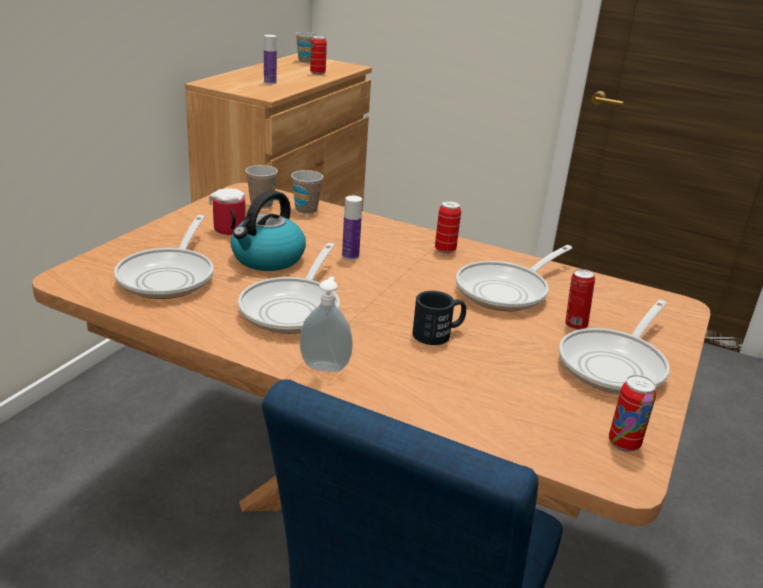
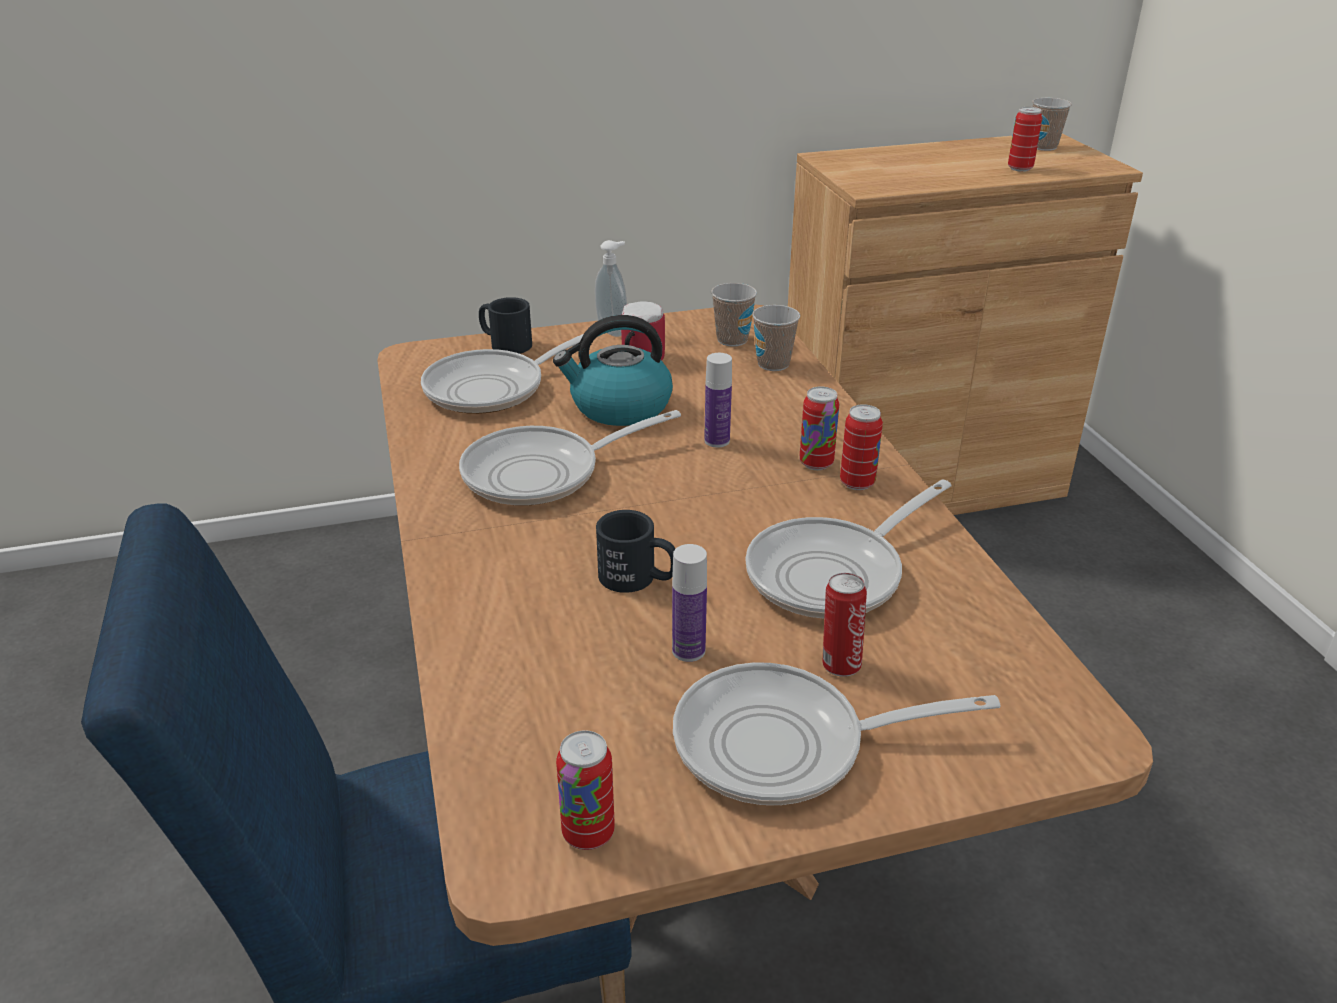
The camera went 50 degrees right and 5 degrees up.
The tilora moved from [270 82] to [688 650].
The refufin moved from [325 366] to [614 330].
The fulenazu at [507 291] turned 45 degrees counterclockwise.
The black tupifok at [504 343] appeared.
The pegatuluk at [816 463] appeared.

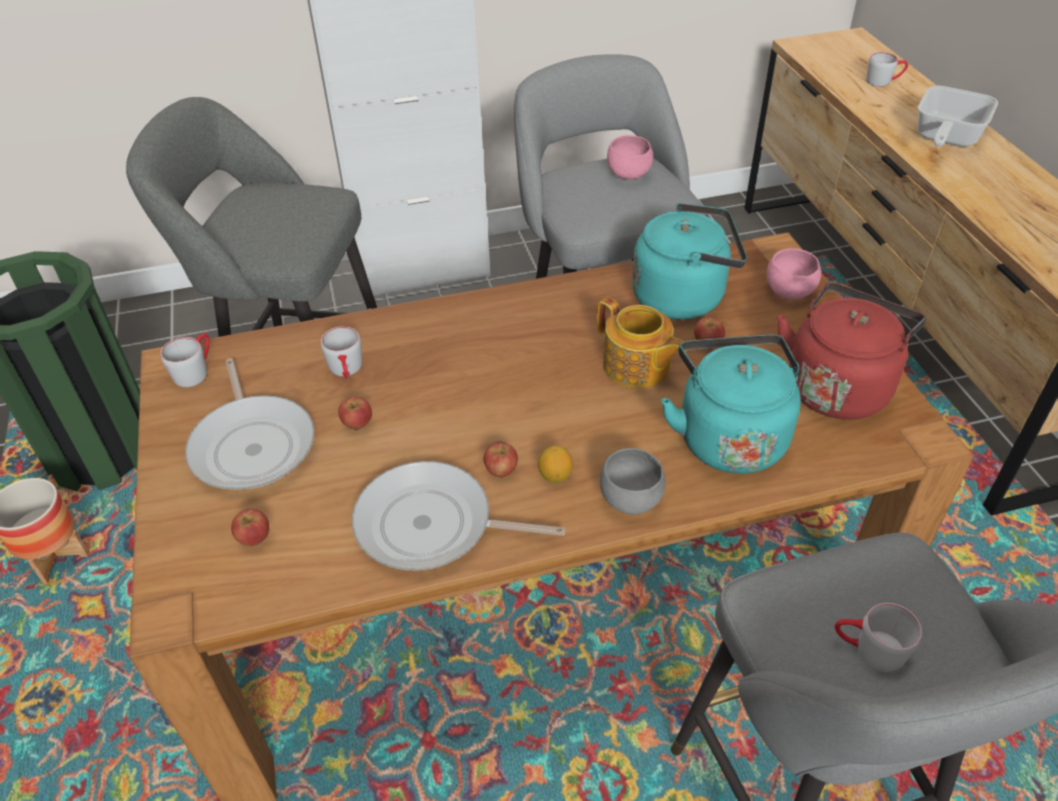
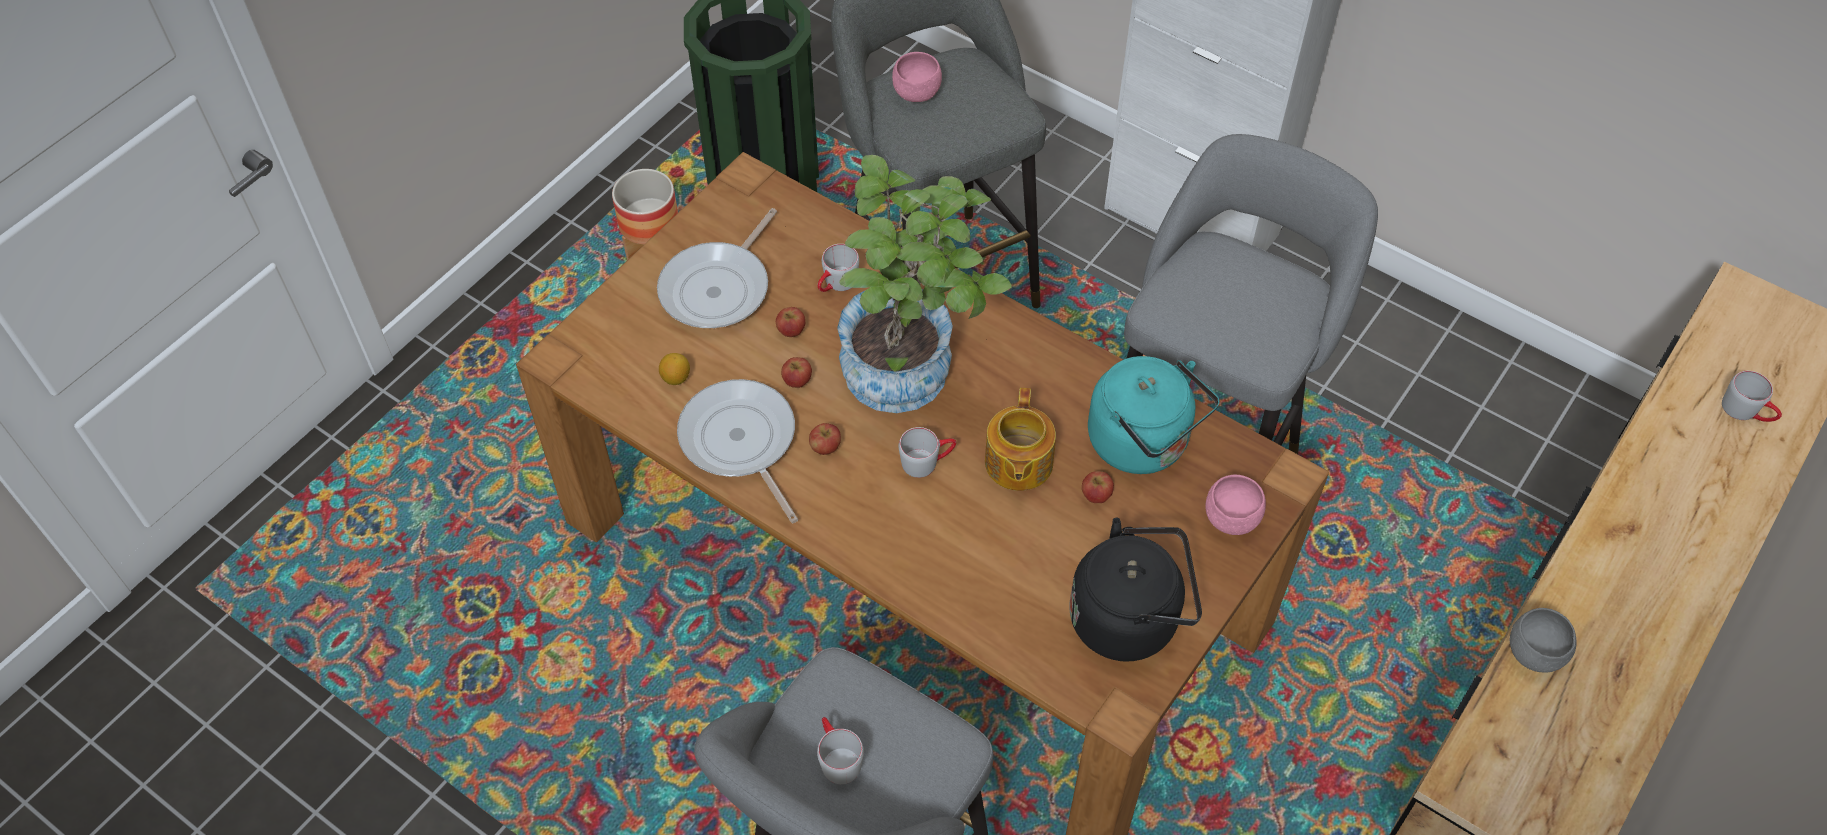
The camera went 50 degrees right and 10 degrees up.
The grey tupifok moved from [195 370] to [927 461].
The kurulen moved from [254 538] to [797 381].
The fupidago moved from [555 475] to [676 378].
The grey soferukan moved from [630 499] to [1534 653].
The pink soferukan moved from [629 174] to [917 93].
The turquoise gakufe at [728 436] disappeared.
The red gakufe at [838 386] became the black gakufe at [1130 618].
The fulenazu at [944 139] disappeared.
The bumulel at [912 373] appeared.

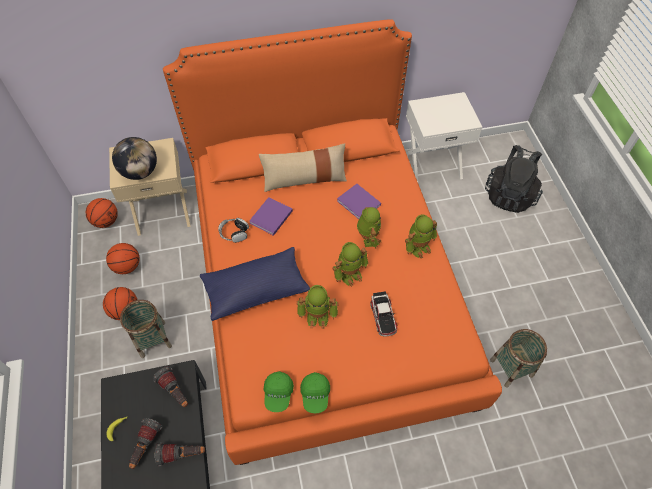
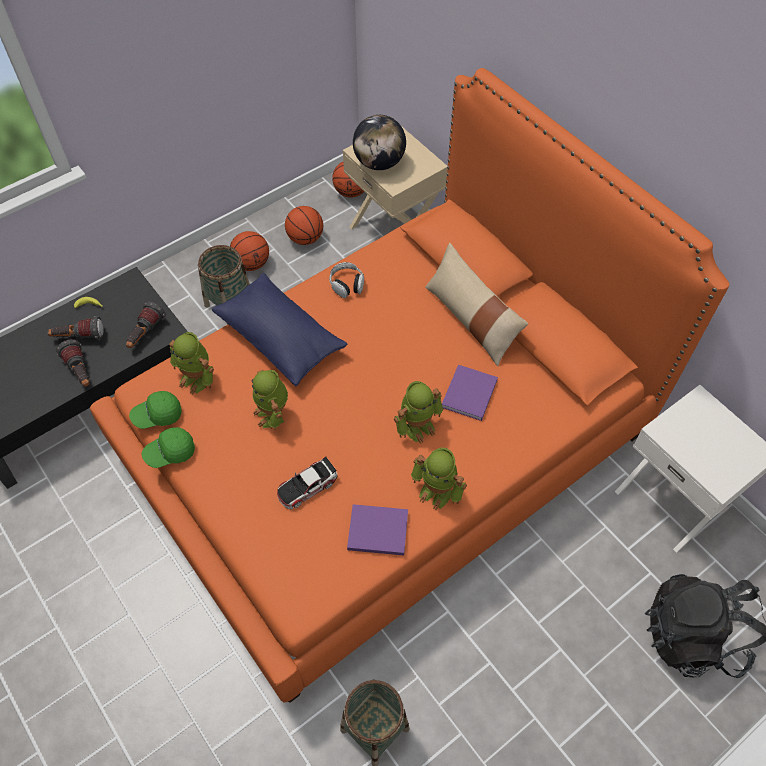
The camera went 65 degrees right and 0 degrees up.
The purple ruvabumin moved from [270 218] to [376 530].
The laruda moved from [349 273] to [197 378].

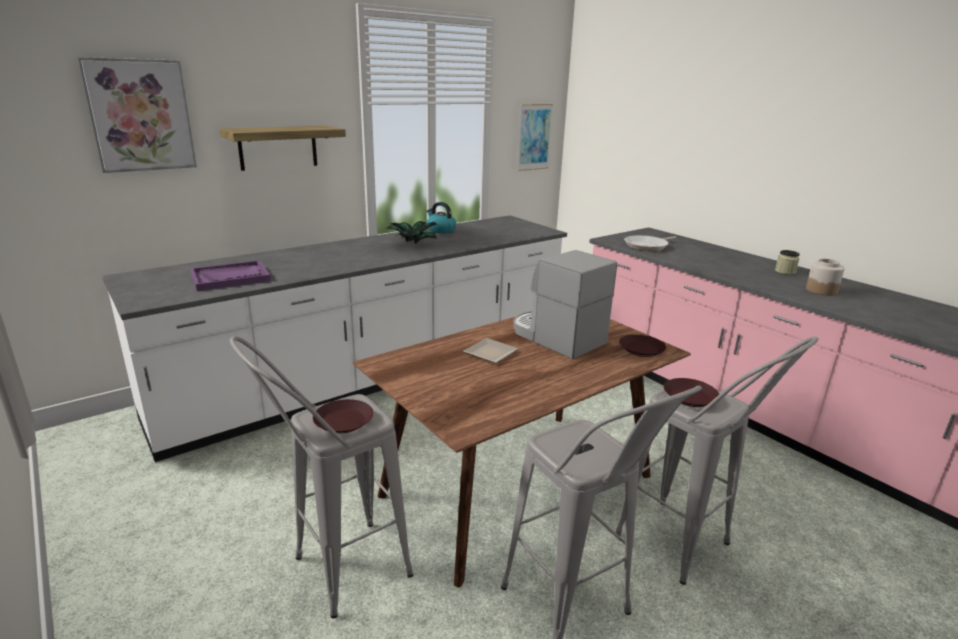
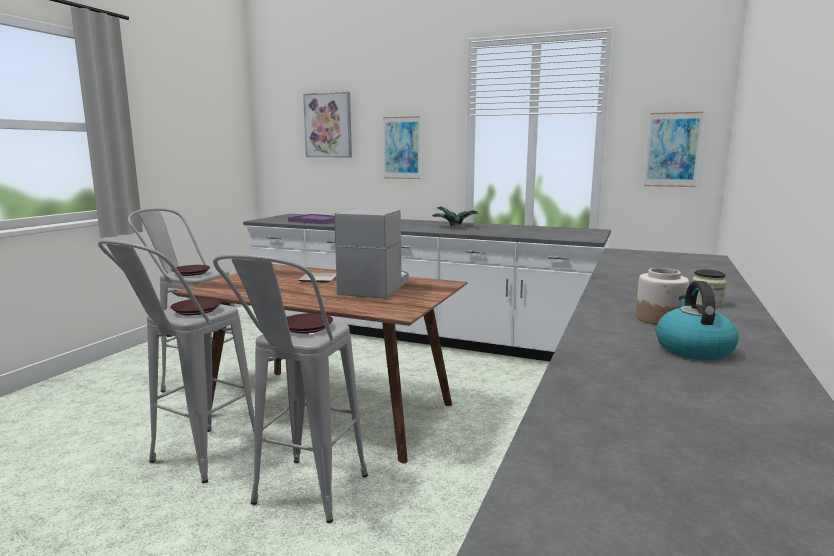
The camera went 60 degrees right and 10 degrees down.
The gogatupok at [278 147] was replaced by the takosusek at [401 148].
The gakufe moved from [440 230] to [692 349].
The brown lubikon moved from [641 349] to [197 310].
The fulenazu at [647 246] disappeared.

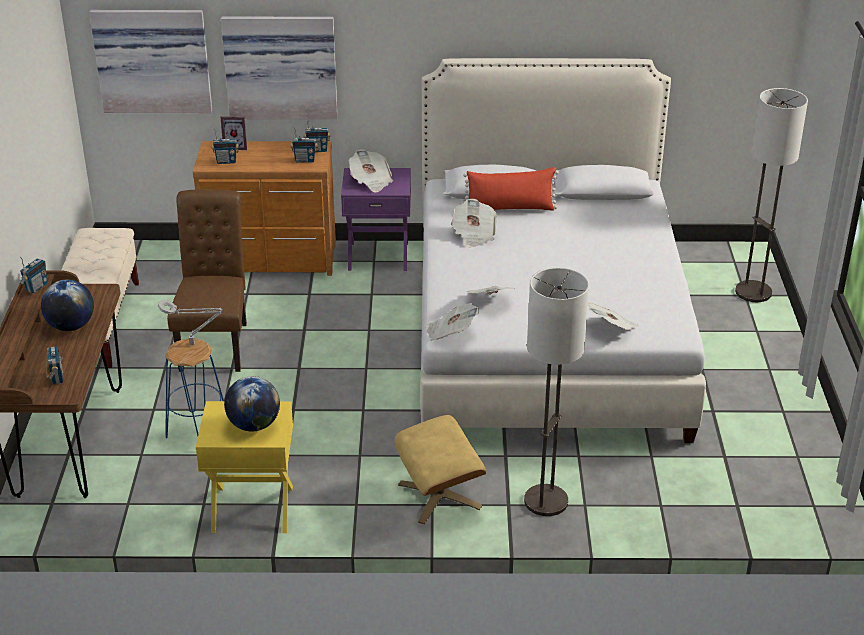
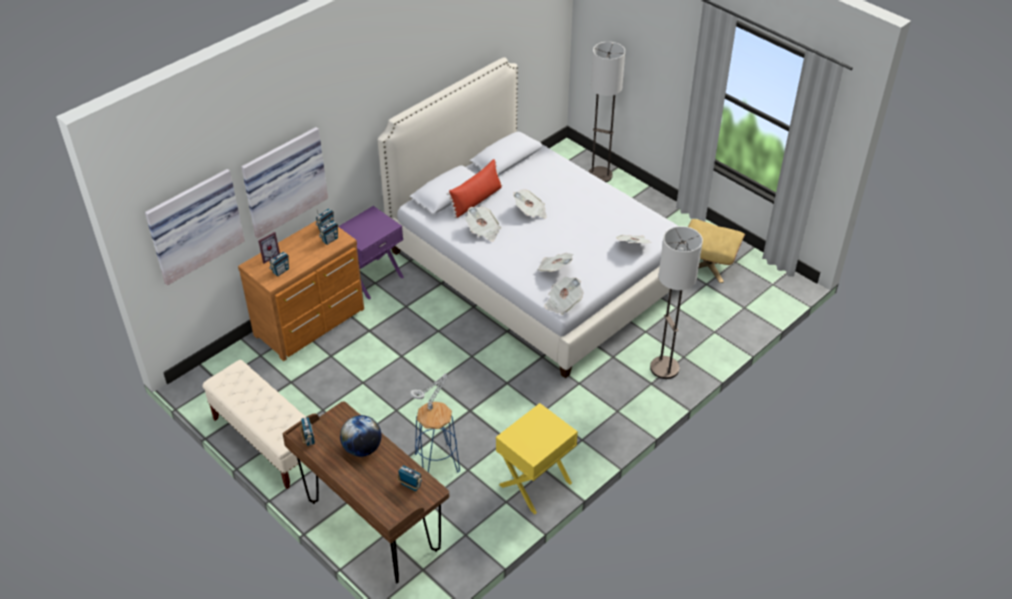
The camera went 45 degrees left and 10 degrees up.
The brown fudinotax at [216 343] disappeared.
The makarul at [254 425] disappeared.
The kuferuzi moved from [371 181] to [530 212].
The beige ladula moved from [440 495] to [708 265].

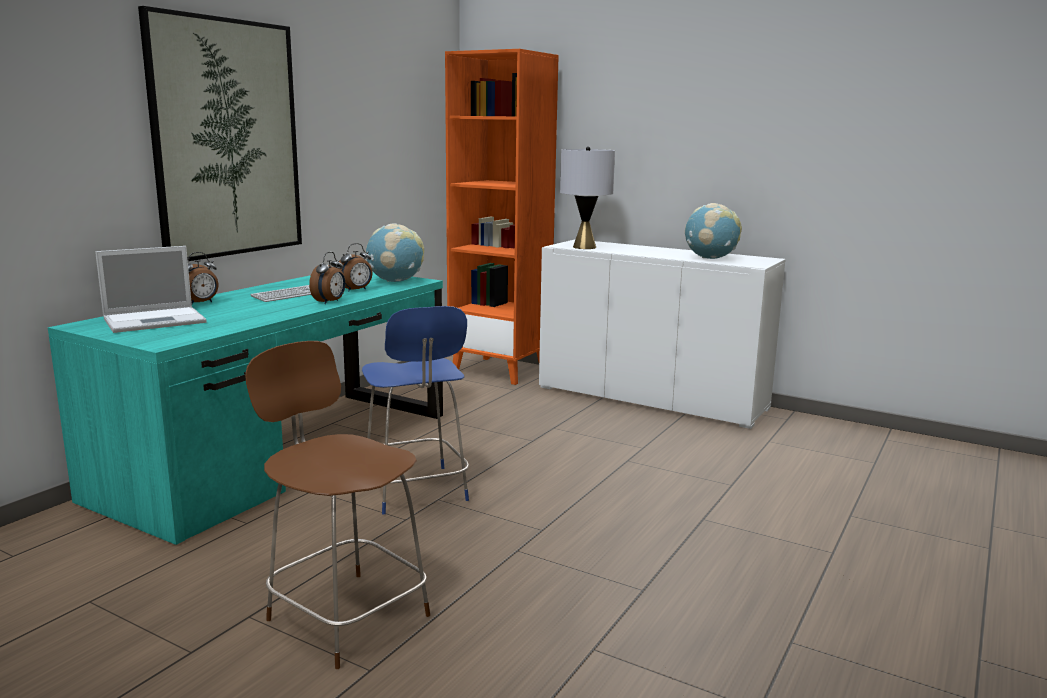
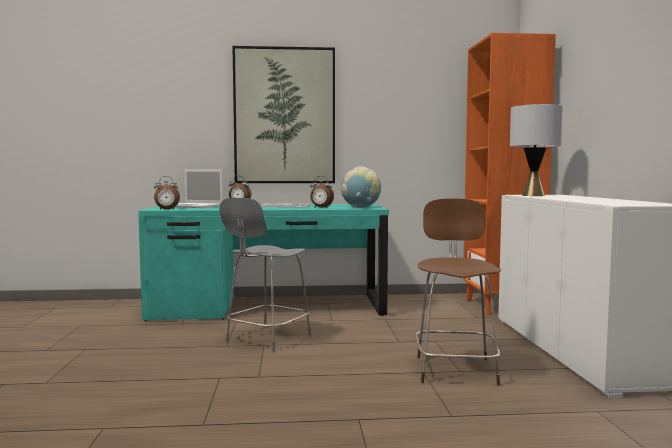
The camera went 55 degrees right and 10 degrees down.
The brown fudinotax moved from [345 615] to [455 369].
The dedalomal moved from [330 302] to [166 209].
The blue fudinotax at [416 491] became the grey fudinotax at [266 338].
The makarul at [710 258] disappeared.

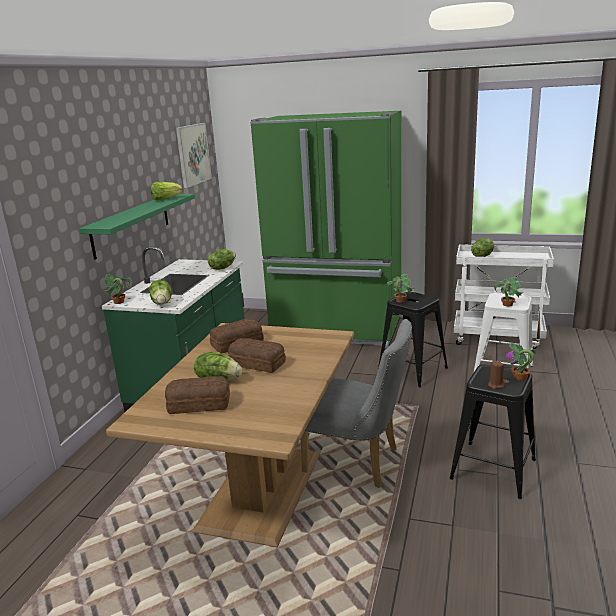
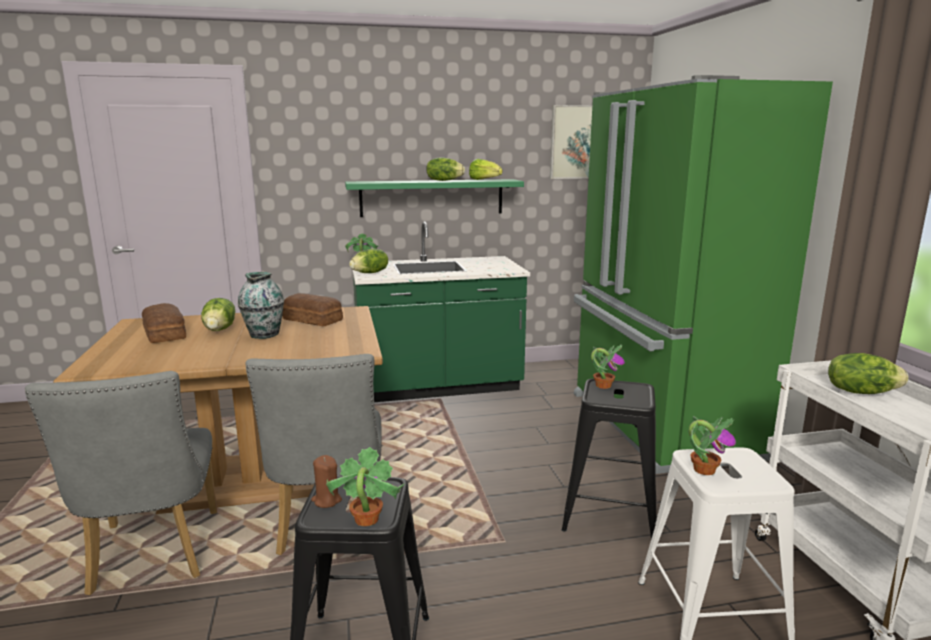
The camera went 60 degrees right and 5 degrees down.
The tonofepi moved from [222 268] to [444 180].
The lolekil at [257 363] was replaced by the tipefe at [264 334].
The grey fudinotax at [152 557] appeared.

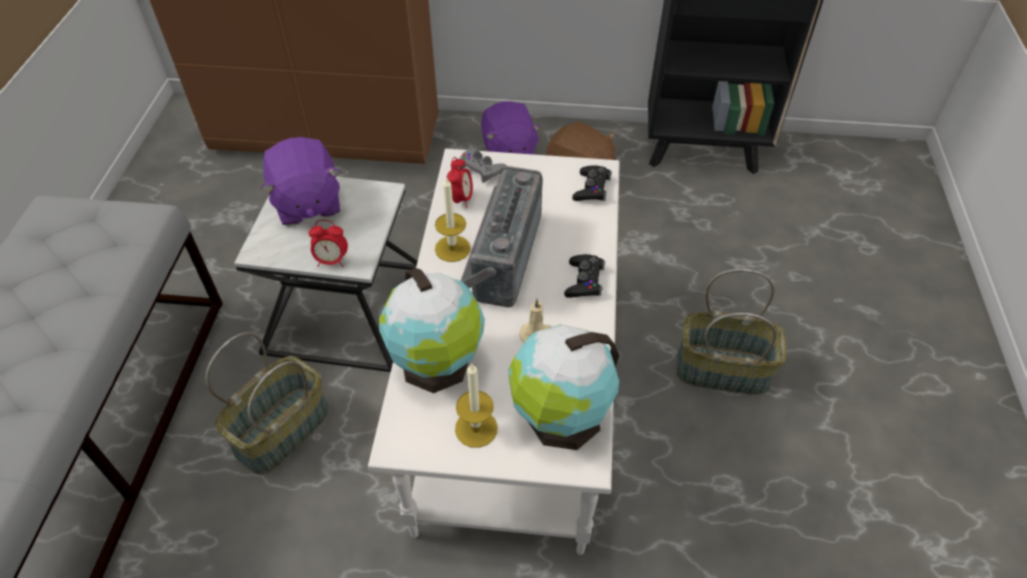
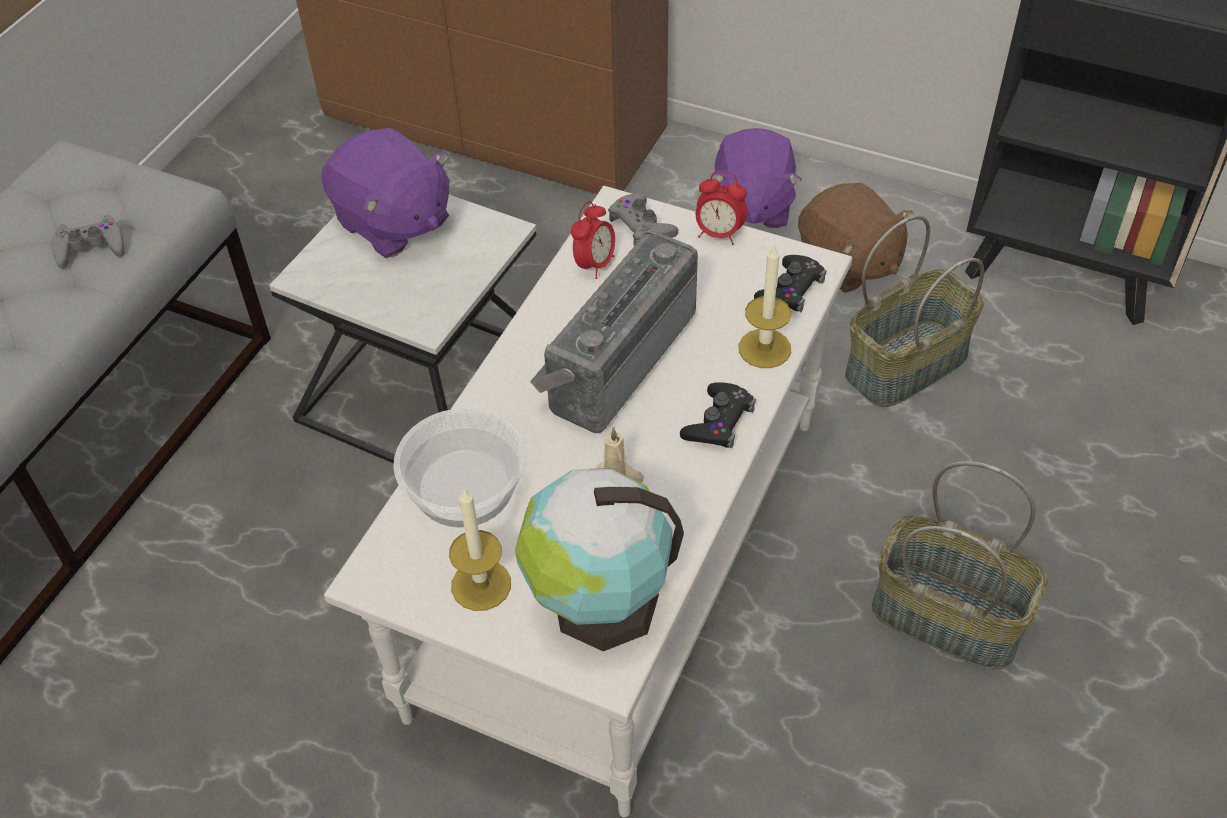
The camera went 20 degrees right and 0 degrees up.
The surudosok moved from [282 429] to [905 363].
The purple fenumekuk at [307 203] turned 45 degrees counterclockwise.
The dedalomal moved from [332 261] to [719 234].
The makarul at [437 365] was replaced by the soferukan at [465 488].
The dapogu moved from [452 248] to [764 348].
The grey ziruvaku at [90 248] appeared.

